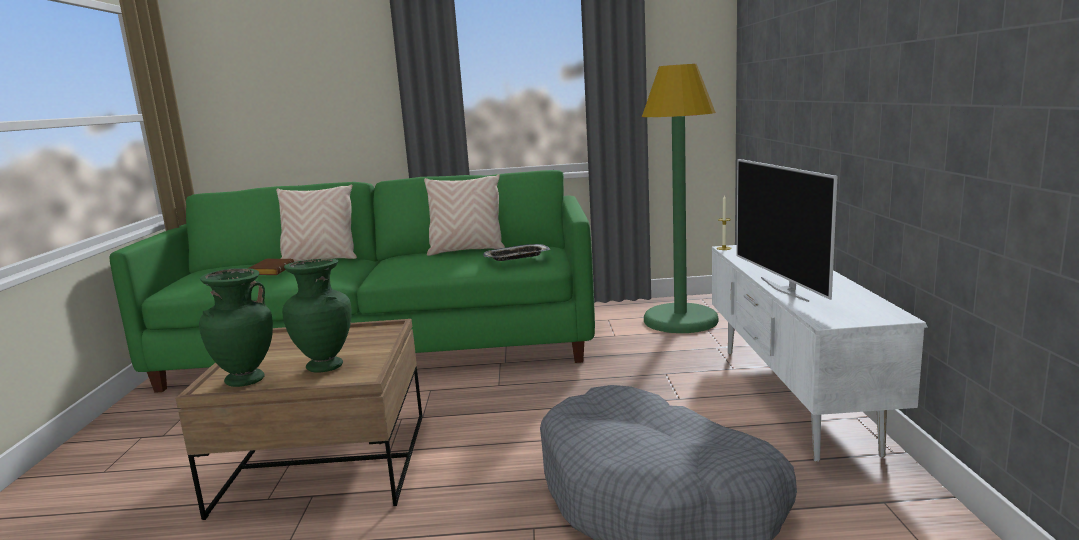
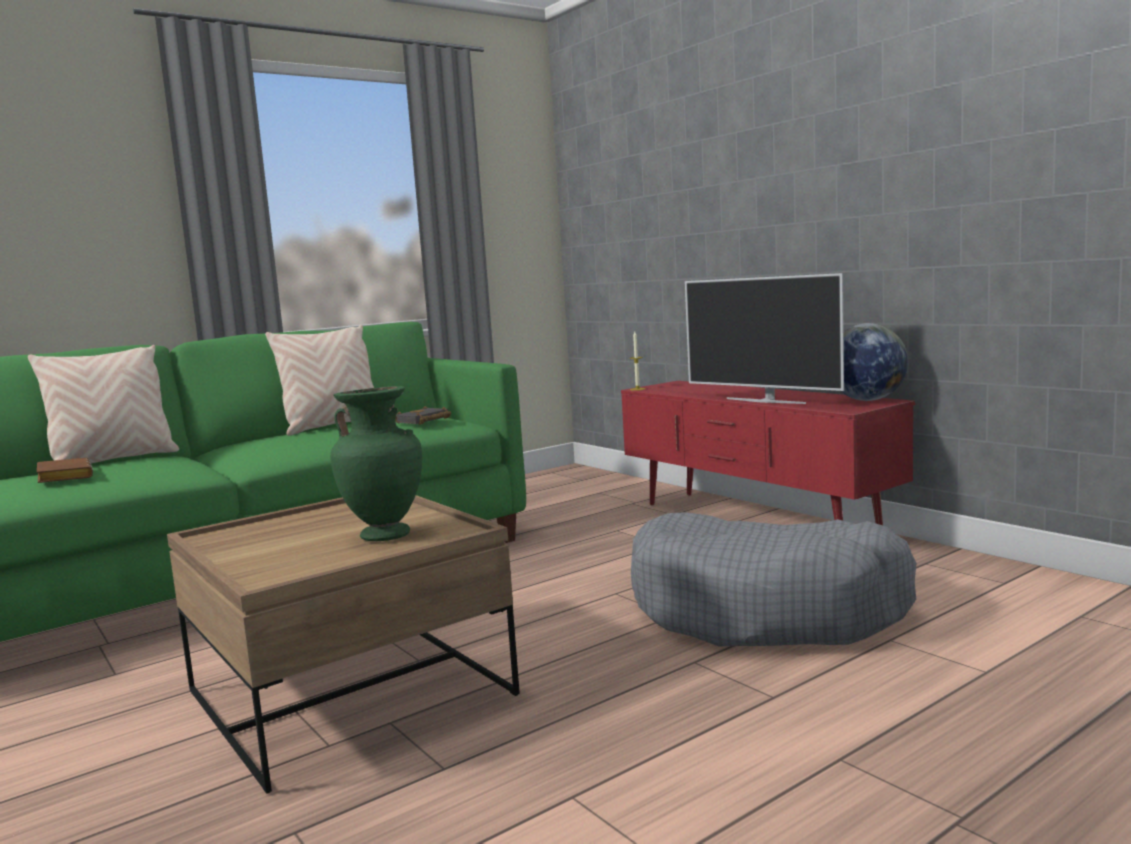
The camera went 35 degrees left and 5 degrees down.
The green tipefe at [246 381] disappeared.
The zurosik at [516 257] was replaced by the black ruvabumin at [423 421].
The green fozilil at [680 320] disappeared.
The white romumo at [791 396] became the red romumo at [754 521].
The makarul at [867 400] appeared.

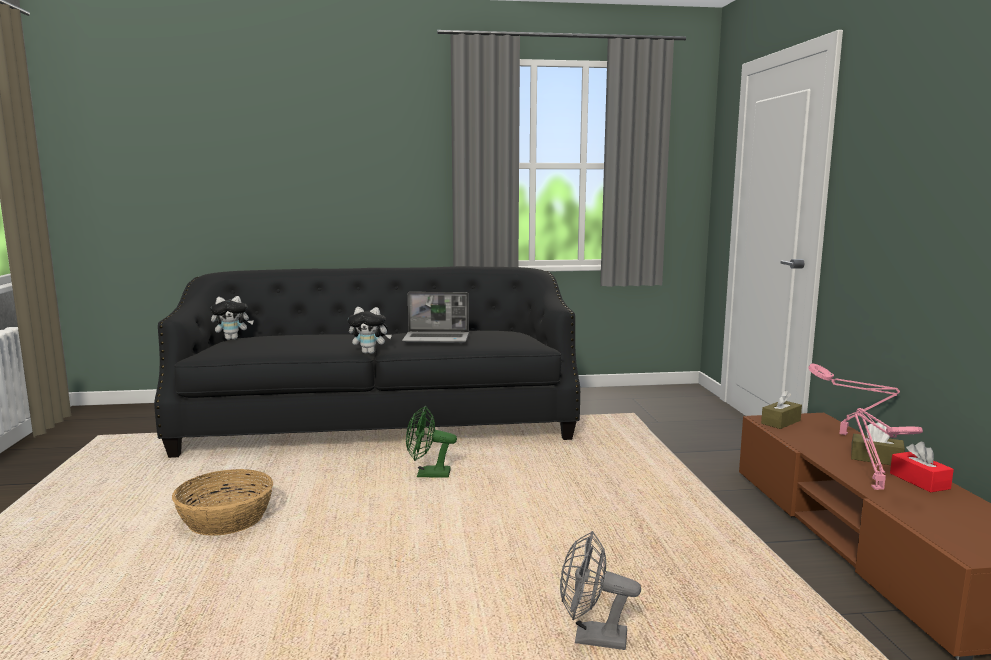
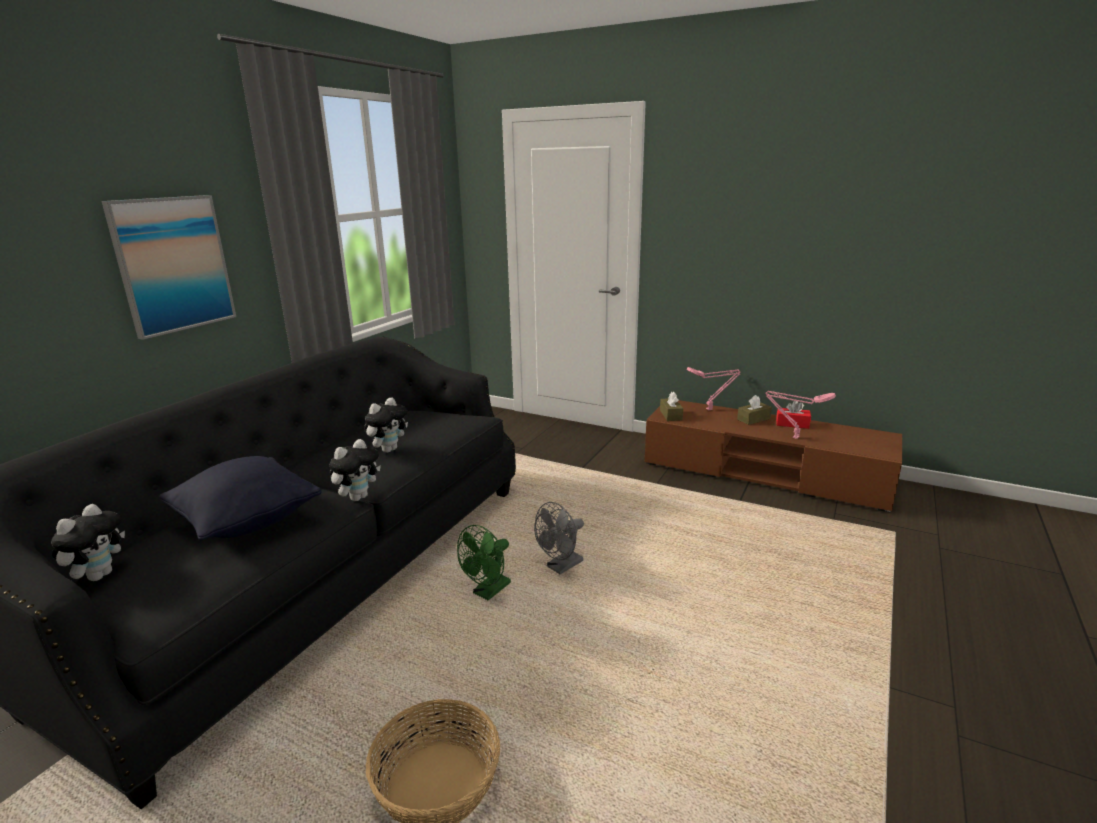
The camera went 55 degrees left and 10 degrees up.
The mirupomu at [437 339] was replaced by the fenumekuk at [389 449].
The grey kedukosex moved from [591 638] to [561 567].
The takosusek at [173 264] appeared.
The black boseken at [247 522] appeared.

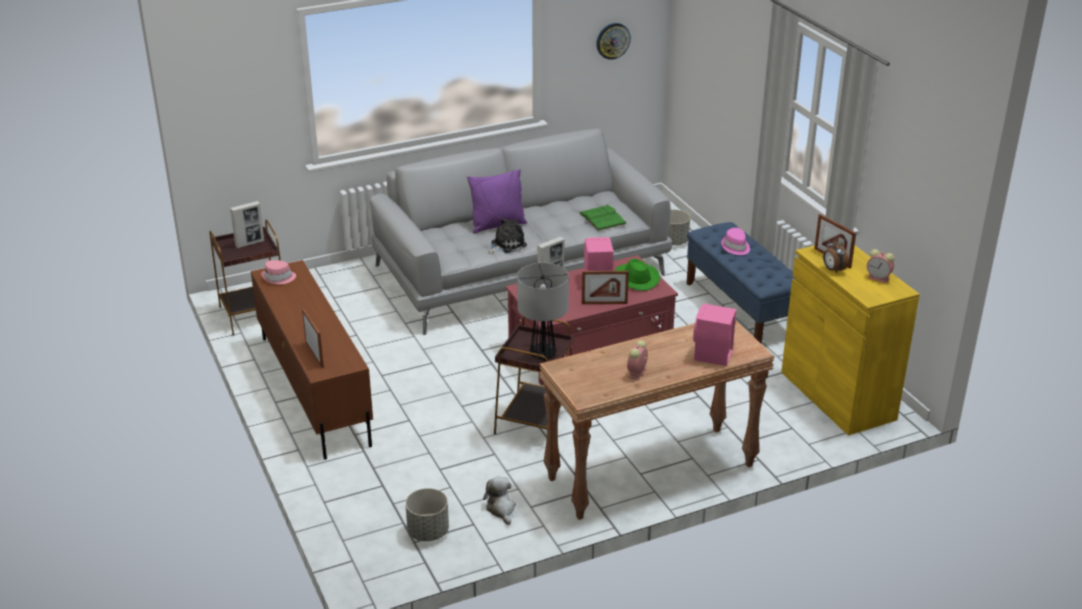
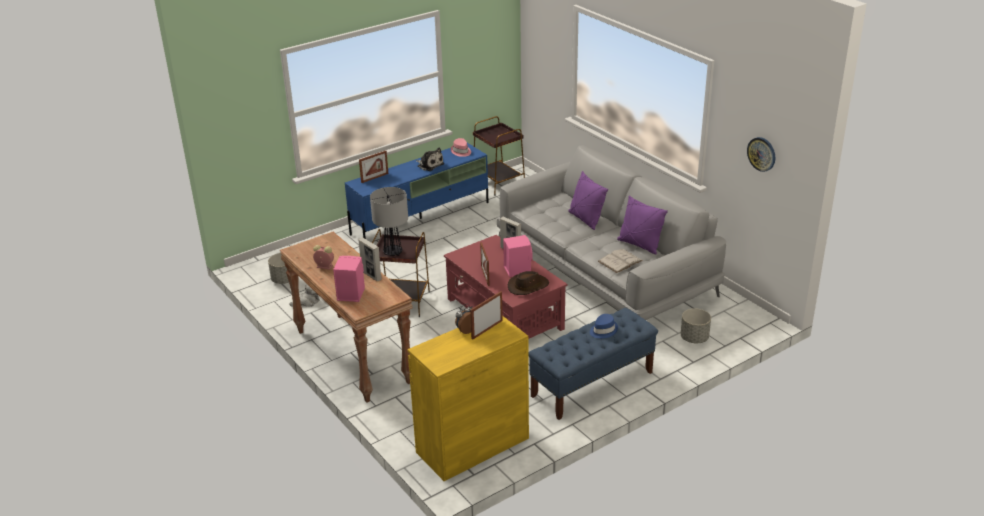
The camera went 80 degrees right and 0 degrees up.
The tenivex moved from [250 243] to [371 275].
The brown romumo at [314 389] became the blue romumo at [421 218].
The fenumekuk moved from [506 245] to [429 165].
The green ruvabumin at [602 218] became the white ruvabumin at [620 261].
The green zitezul at [636 278] became the brown zitezul at [528 286].
The pink zitezul at [735 247] became the blue zitezul at [603 330].
The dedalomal at [879 278] disappeared.
The purple boseken at [639 245] appeared.

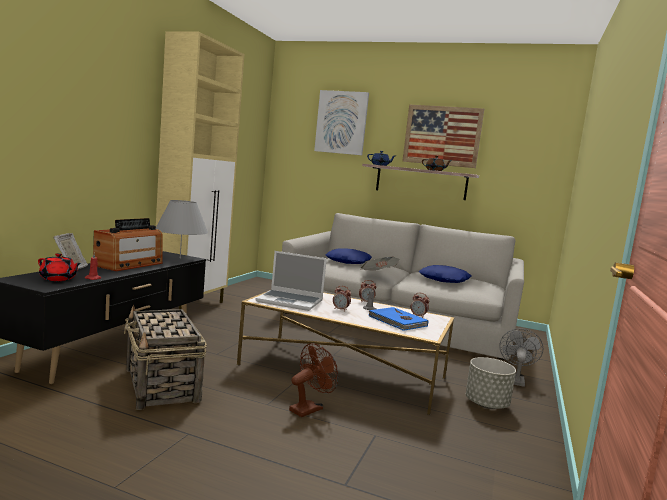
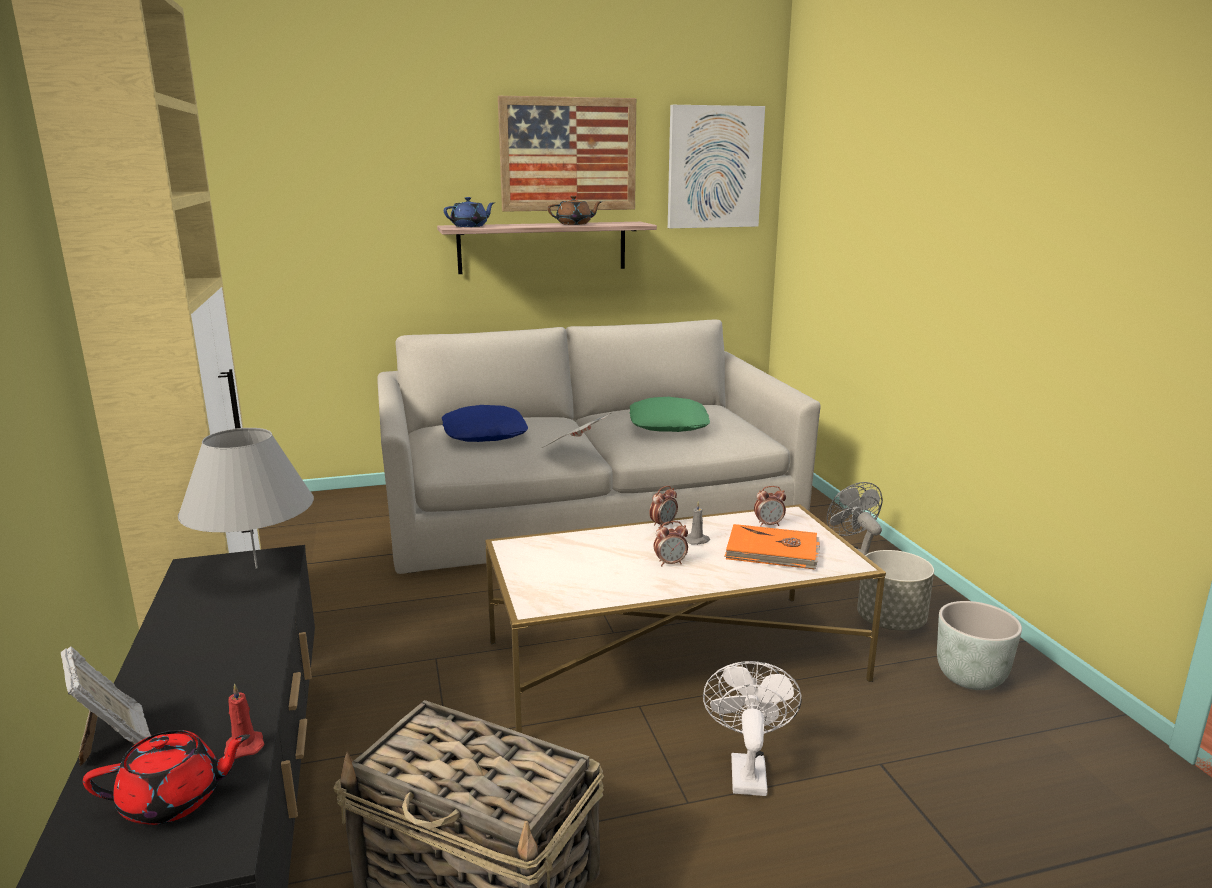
The camera went 35 degrees left and 10 degrees up.
The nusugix at [129 264] disappeared.
The mirupomu at [291 301] disappeared.
The brown kedukosex at [309 408] became the white kedukosex at [747 769].
The takosusek moved from [341 122] to [714 167].
The blue ruvabumin at [397 321] became the orange ruvabumin at [772 552].
The blue boseken at [444 280] became the green boseken at [669 424].
The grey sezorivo at [971 678] appeared.

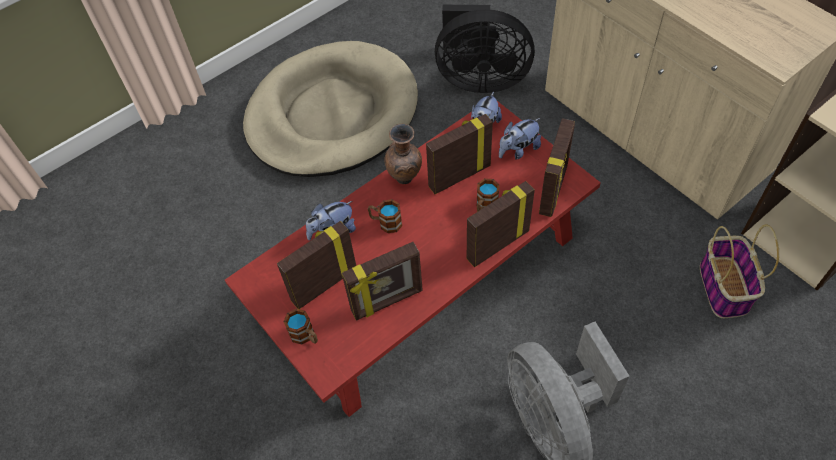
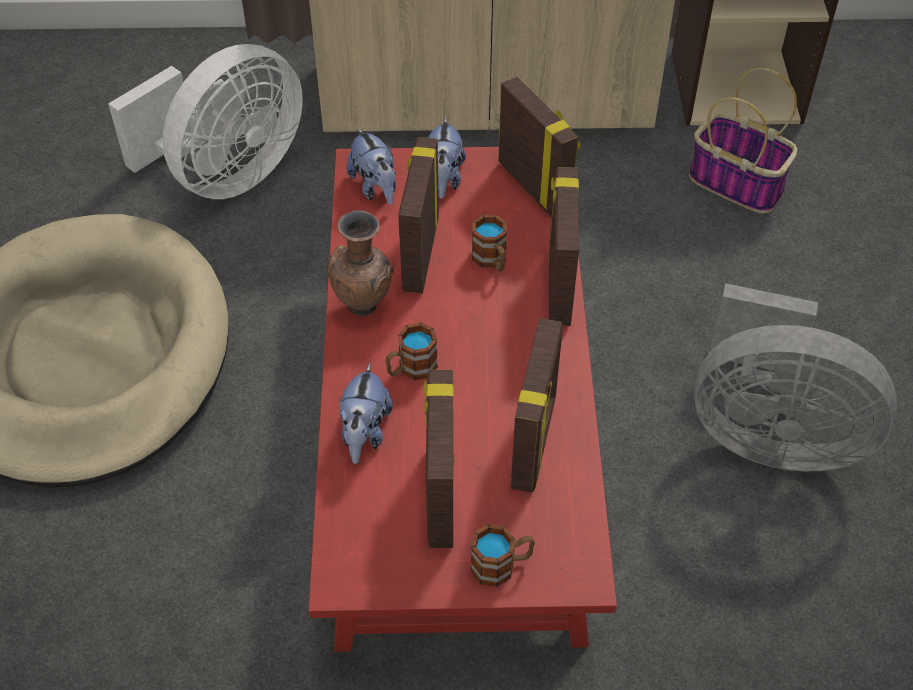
The camera went 55 degrees left and 5 degrees down.
The black kedukosex at [479 79] became the white kedukosex at [227 175].

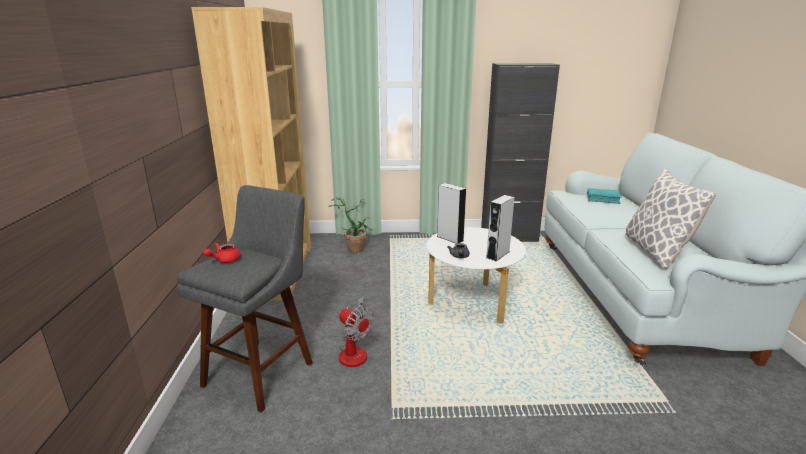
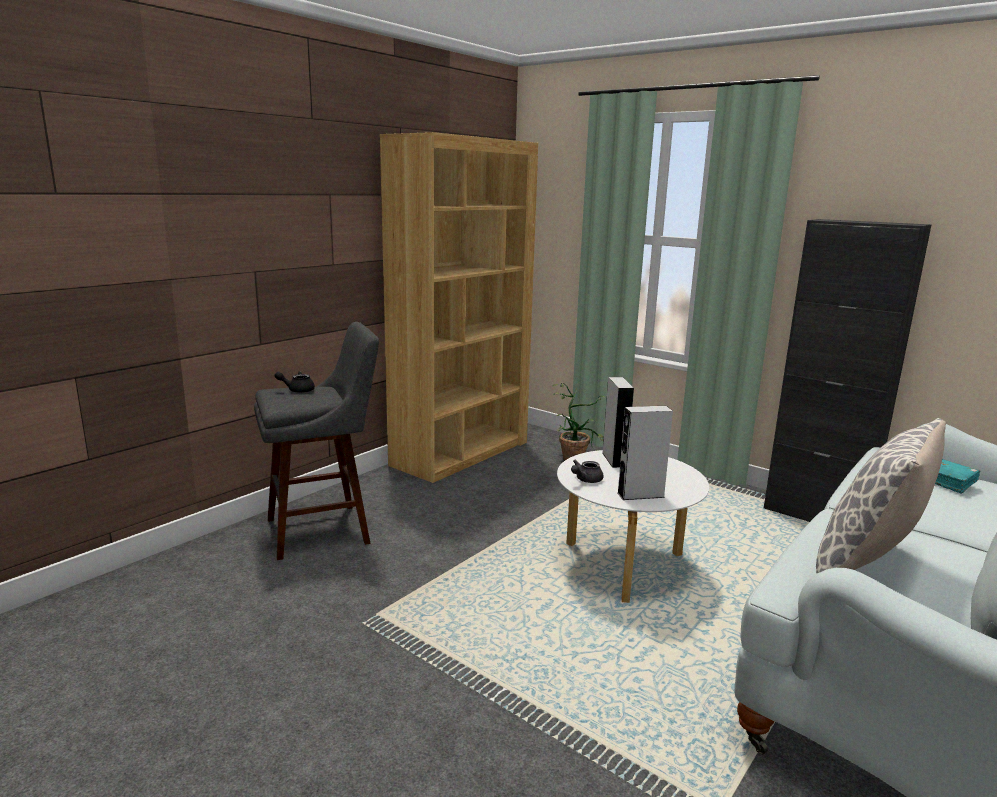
The camera went 40 degrees right and 5 degrees down.
The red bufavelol at [224 260] became the black bufavelol at [297 390].
The kedukosex at [355 350] disappeared.

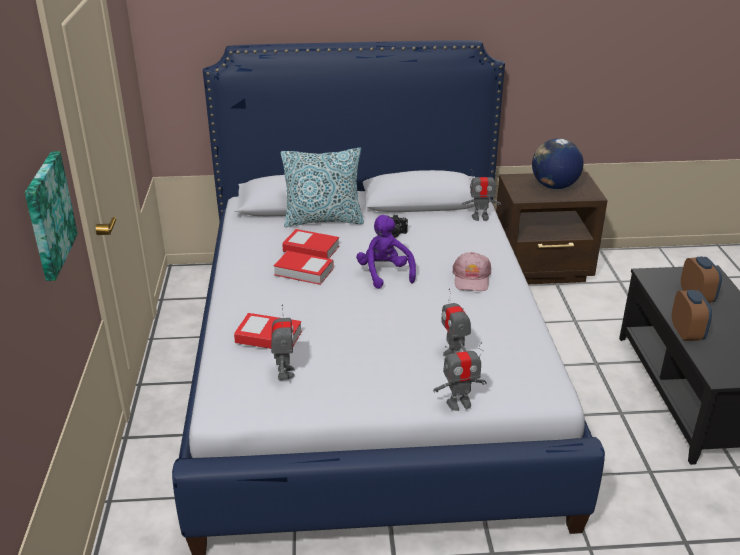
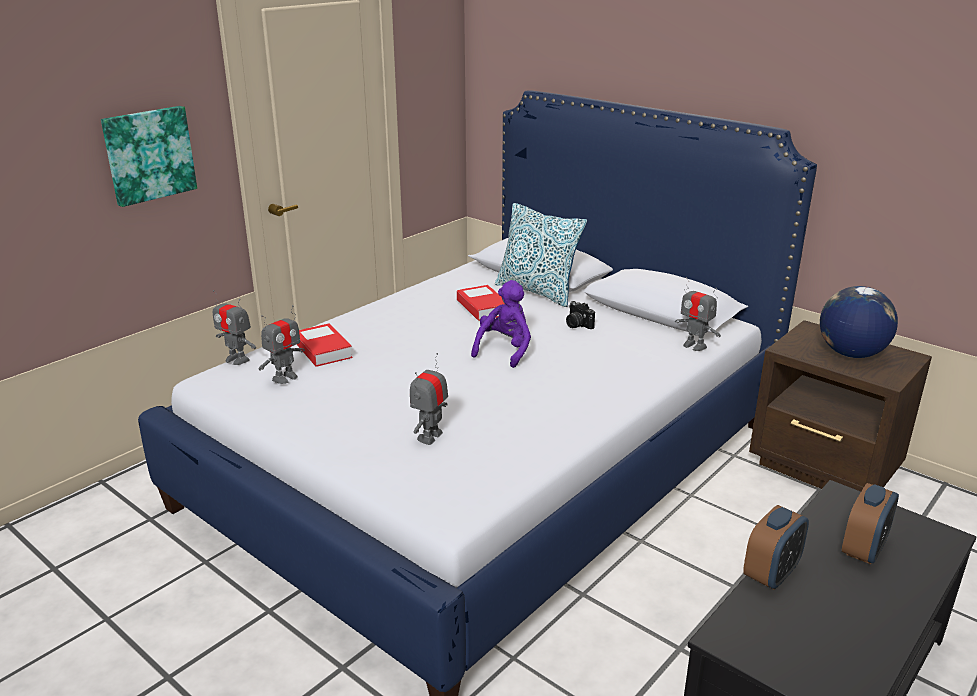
The camera went 45 degrees right and 5 degrees down.
The ruvabumin at [304 272] disappeared.
The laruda moved from [459 403] to [237 359].
The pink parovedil at [471 278] disappeared.

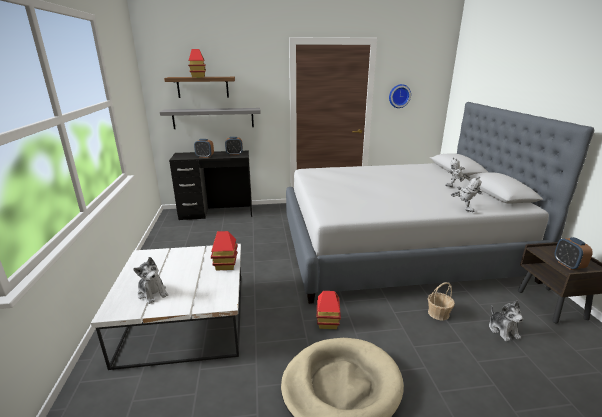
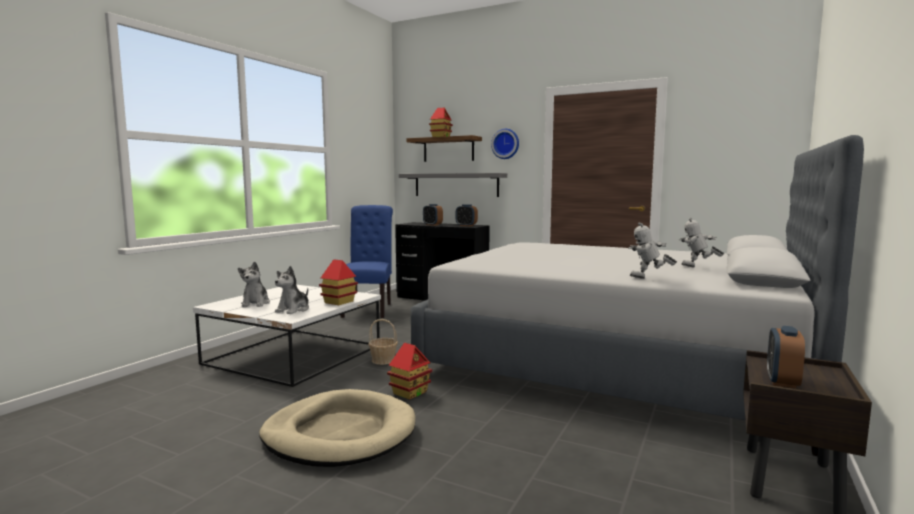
The camera went 35 degrees right and 15 degrees down.
The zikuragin moved from [399 96] to [506 144].
The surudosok moved from [438 313] to [383 360].
The laruda at [464 208] turned 105 degrees clockwise.
The fenumekuk moved from [502 330] to [293 310].
The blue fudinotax at [369 309] appeared.

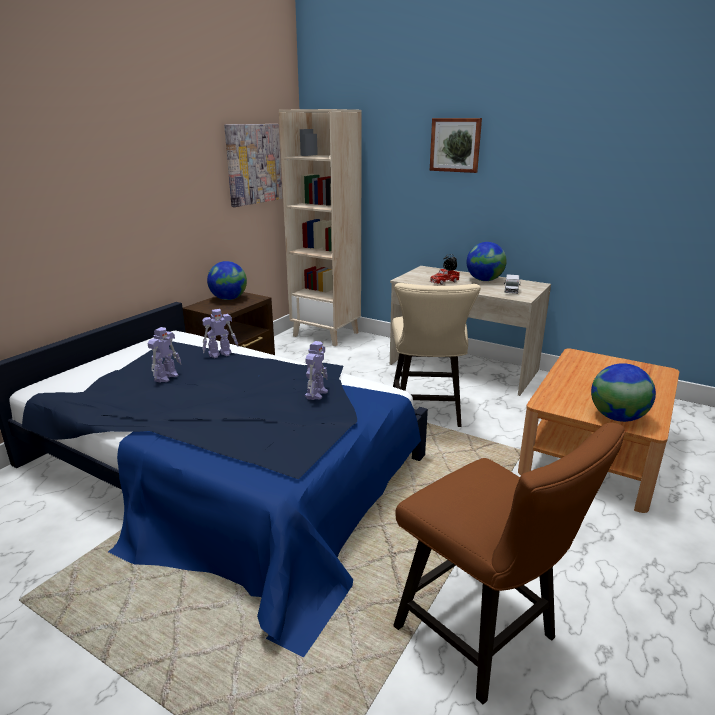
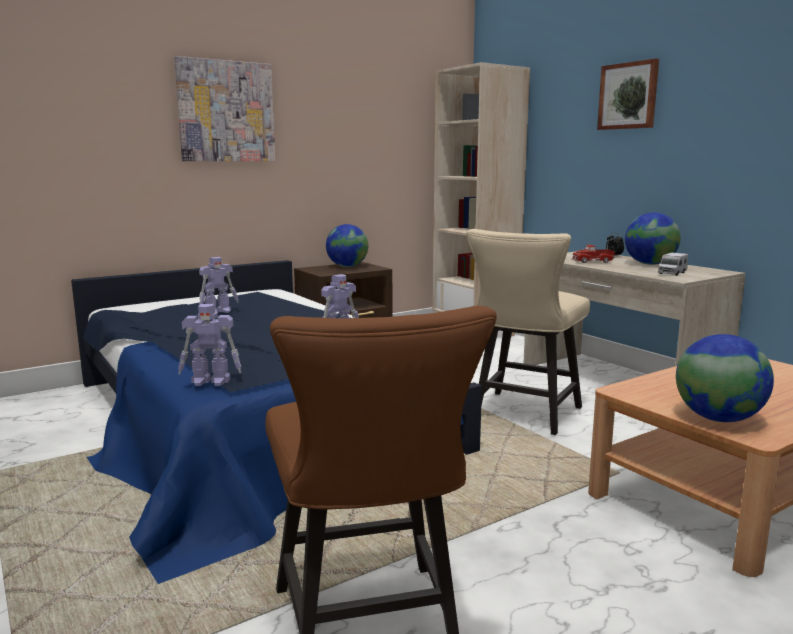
The camera went 25 degrees right and 10 degrees down.
The laruda moved from [220 354] to [211 381].
The takosusek moved from [253 164] to [226 111].

